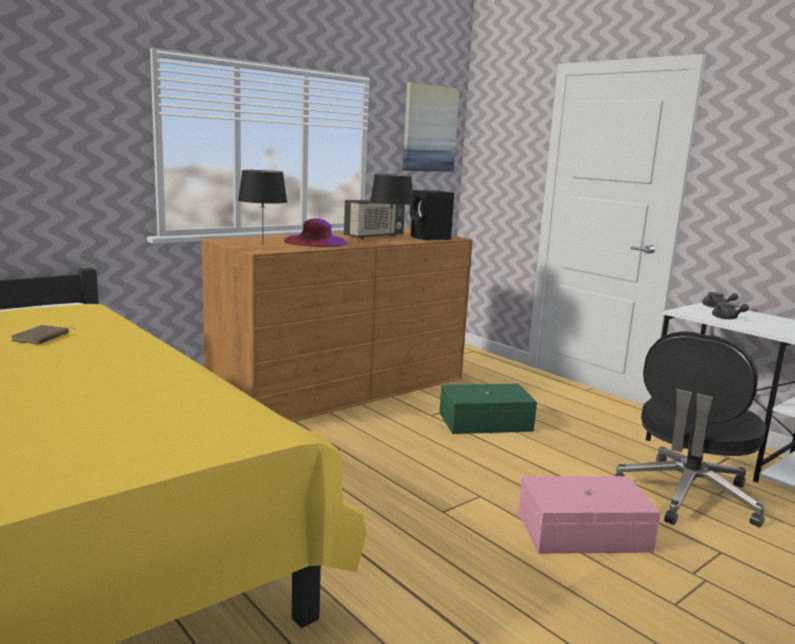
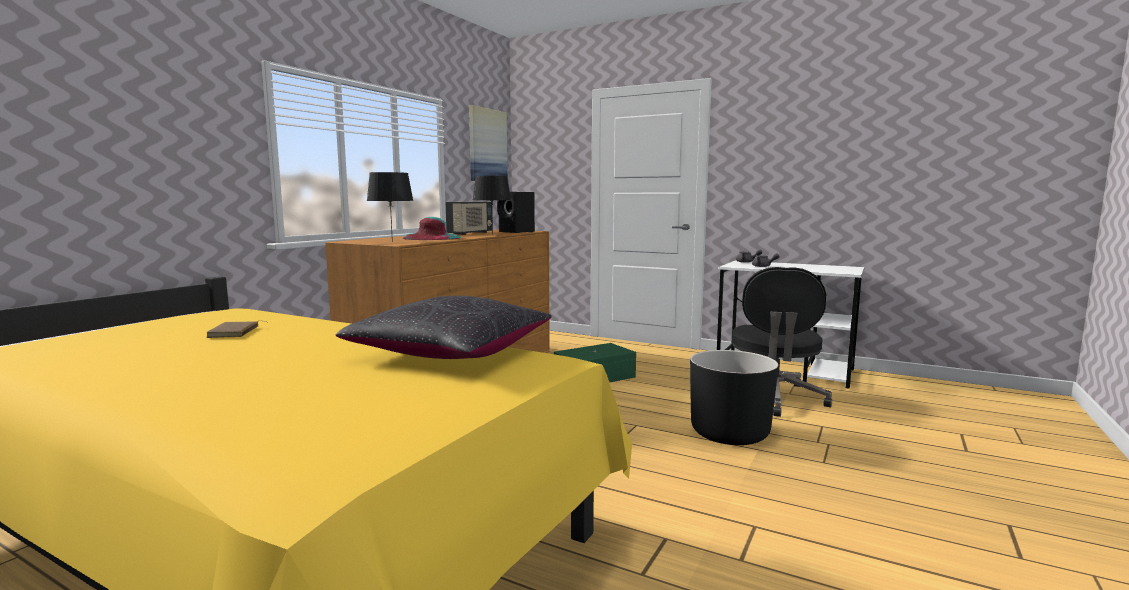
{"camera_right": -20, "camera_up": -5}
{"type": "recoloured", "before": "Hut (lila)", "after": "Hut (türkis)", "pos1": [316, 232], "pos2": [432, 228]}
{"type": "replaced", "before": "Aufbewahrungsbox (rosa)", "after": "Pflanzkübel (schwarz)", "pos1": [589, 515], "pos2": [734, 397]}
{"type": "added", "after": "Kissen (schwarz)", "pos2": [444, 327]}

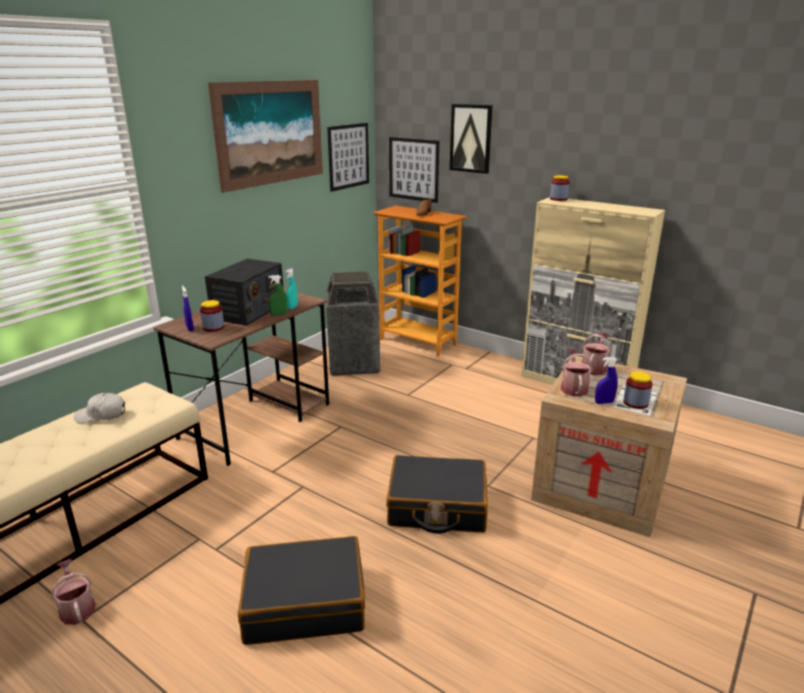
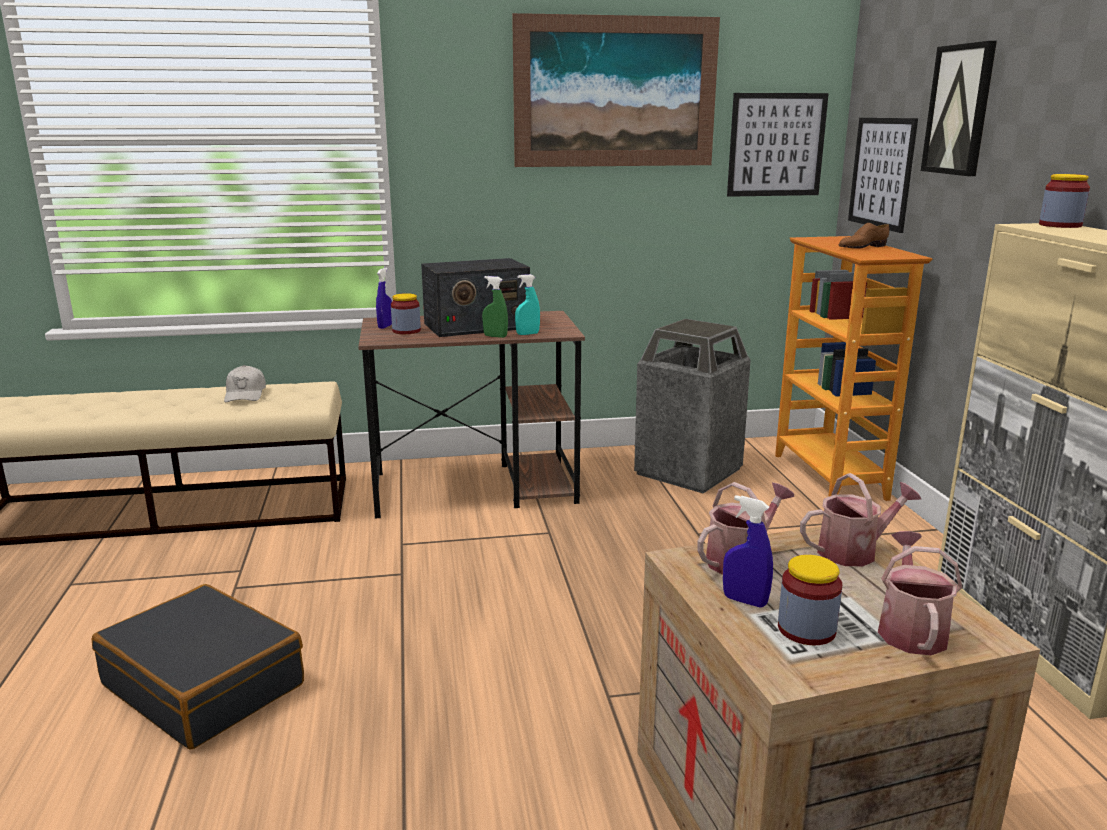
{"camera_right": 45, "camera_up": -5}
{"type": "turned", "before": "Kappe (weiß)", "pos1": [99, 408], "pos2": [245, 383], "turn": -135}
{"type": "removed", "before": "Koffer (schwarz)", "pos1": [437, 494]}
{"type": "moved", "before": "Gießkanne", "pos1": [73, 592], "pos2": [920, 593]}

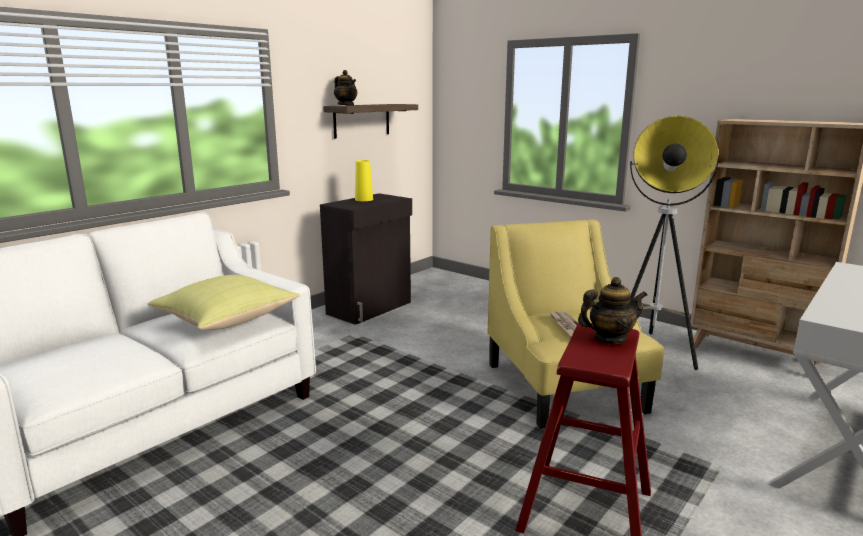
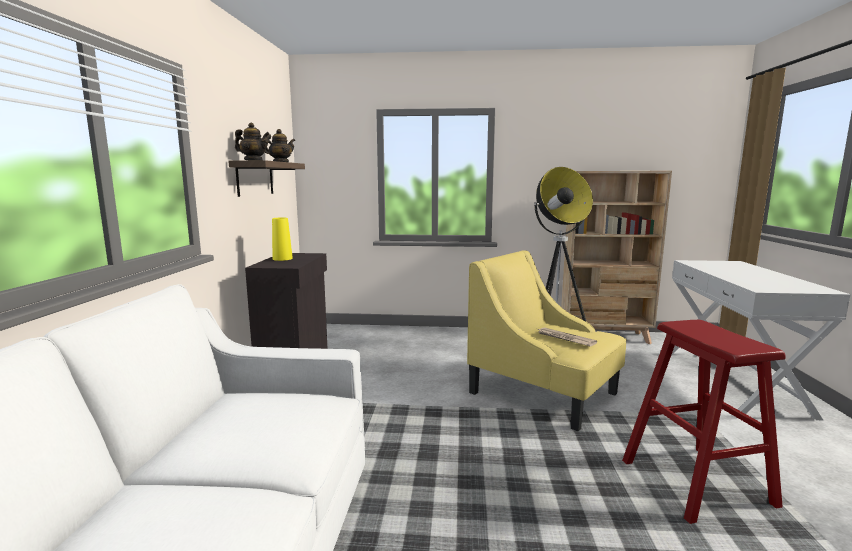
{"camera_right": -35, "camera_up": -5}
{"type": "removed", "before": "Kissen (gelb)", "pos1": [224, 302]}
{"type": "moved", "before": "Teekanne", "pos1": [612, 310], "pos2": [280, 145]}

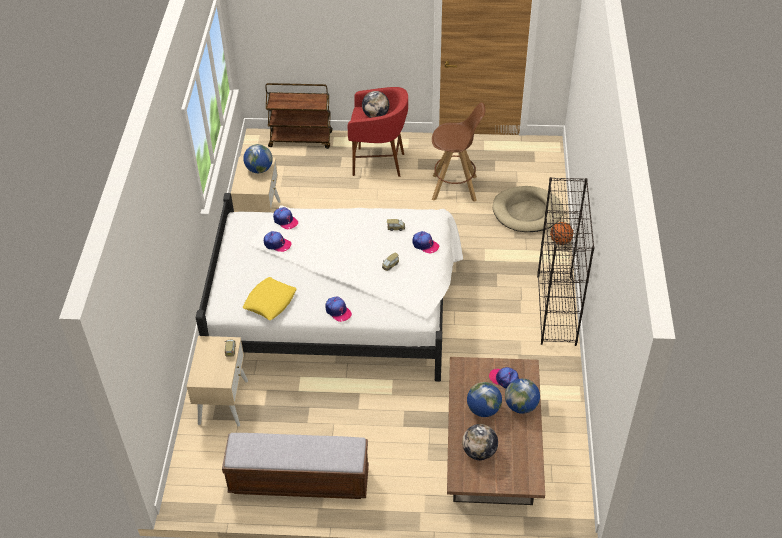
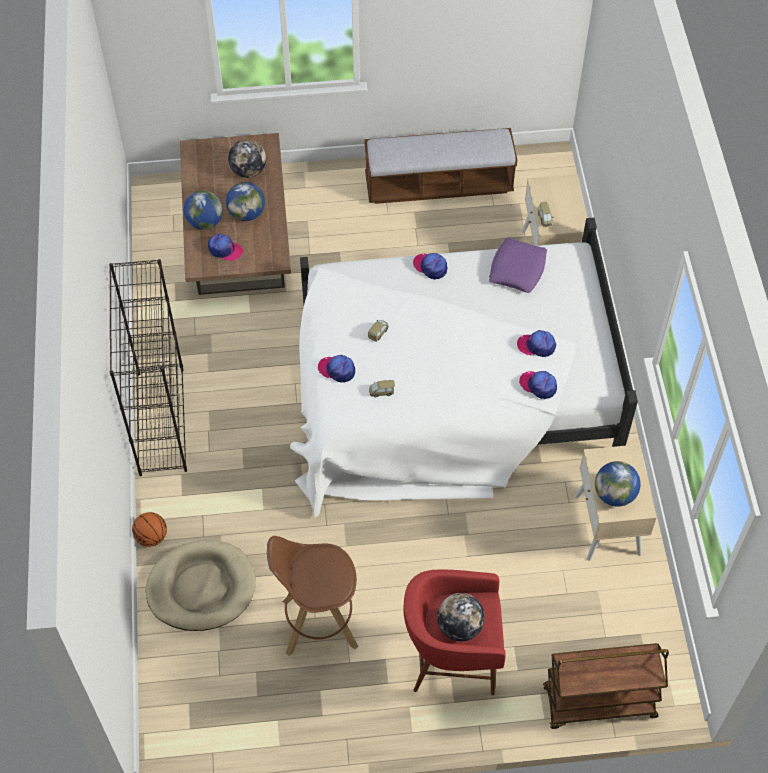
{"camera_right": 170, "camera_up": 10}
{"type": "recoloured", "before": "Kissen (gelb)", "after": "Kissen (lila)", "pos1": [269, 298], "pos2": [518, 265]}

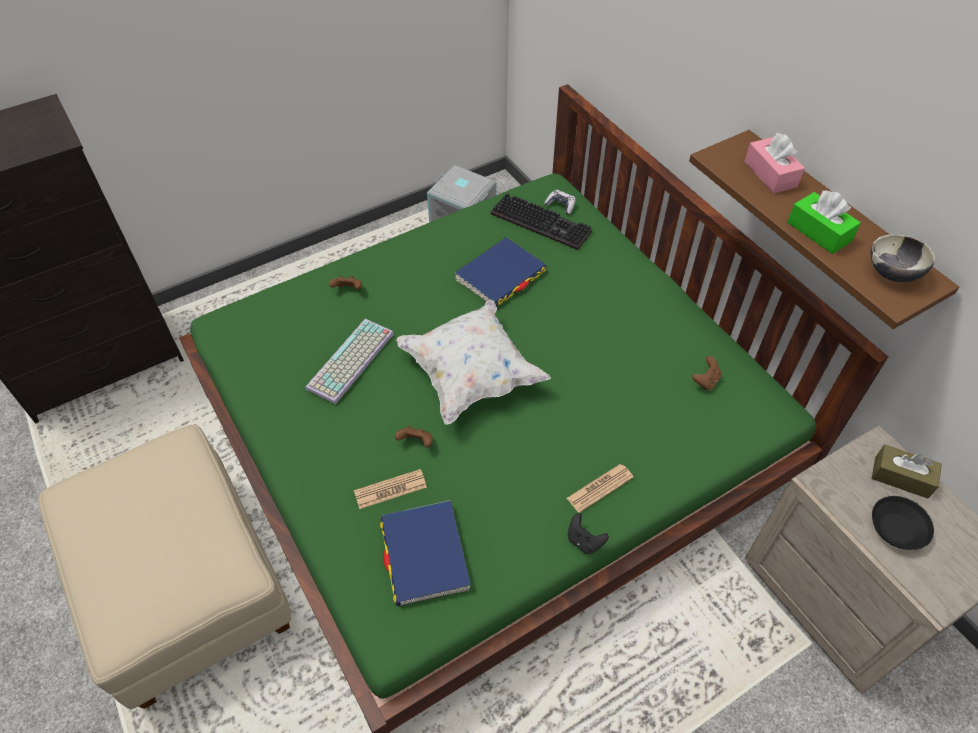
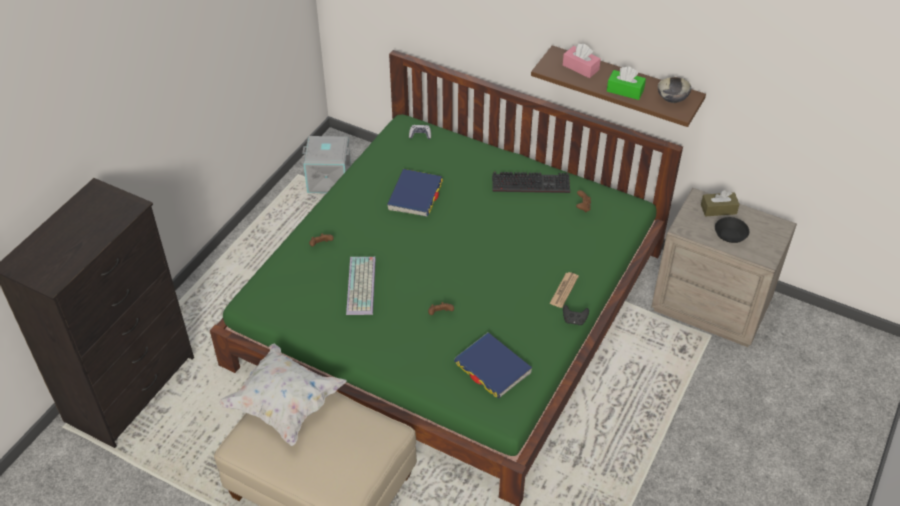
{"camera_right": -30, "camera_up": -5}
{"type": "moved", "before": "Tastatur", "pos1": [541, 221], "pos2": [531, 182]}
{"type": "moved", "before": "Kissen (weiß)", "pos1": [473, 362], "pos2": [283, 395]}
{"type": "removed", "before": "Zeitung", "pos1": [390, 489]}

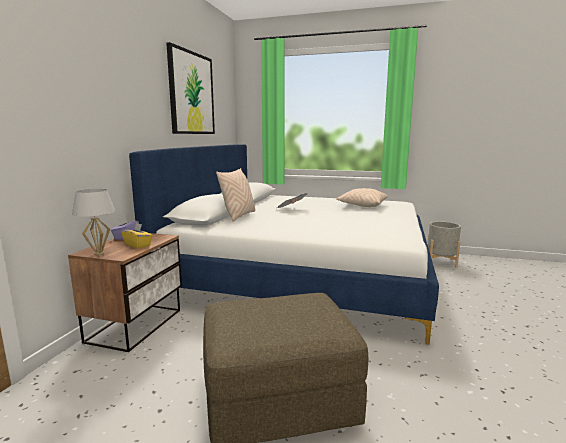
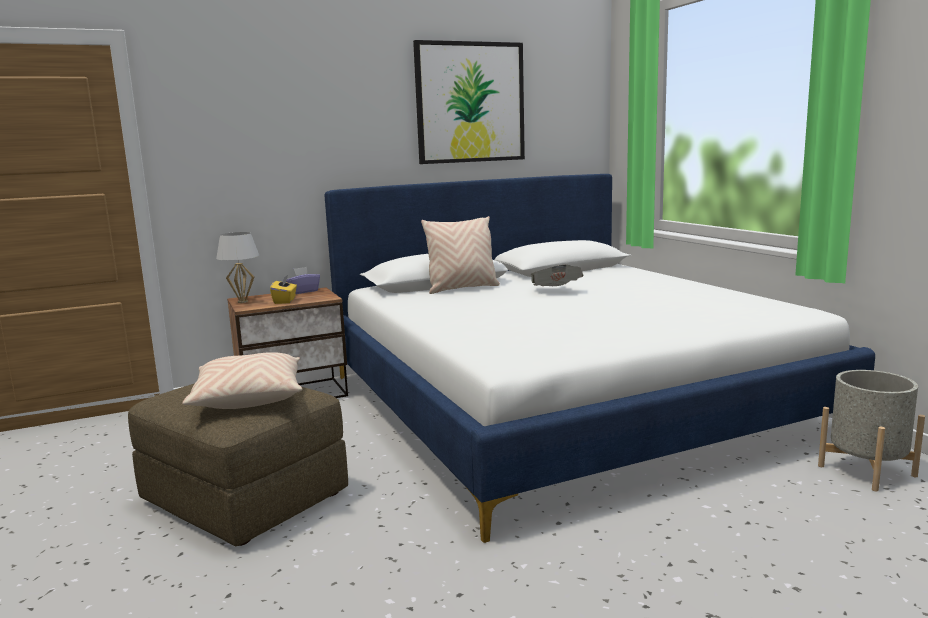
{"camera_right": 50, "camera_up": 0}
{"type": "moved", "before": "Kissen (beige)", "pos1": [362, 197], "pos2": [242, 380]}

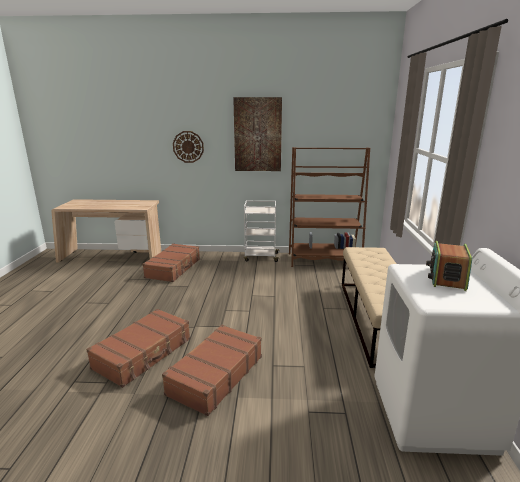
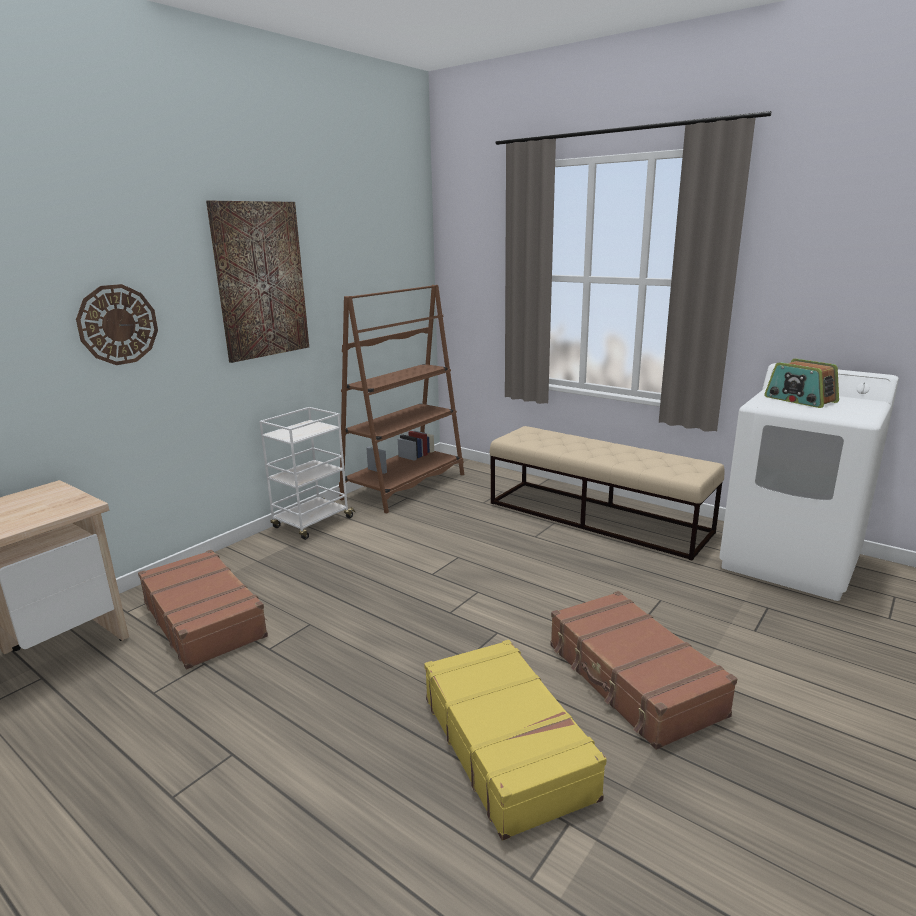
{"camera_right": -55, "camera_up": 0}
{"type": "recoloured", "before": "Koffer (braun)", "after": "Koffer (gelb)", "pos1": [138, 348], "pos2": [515, 740]}

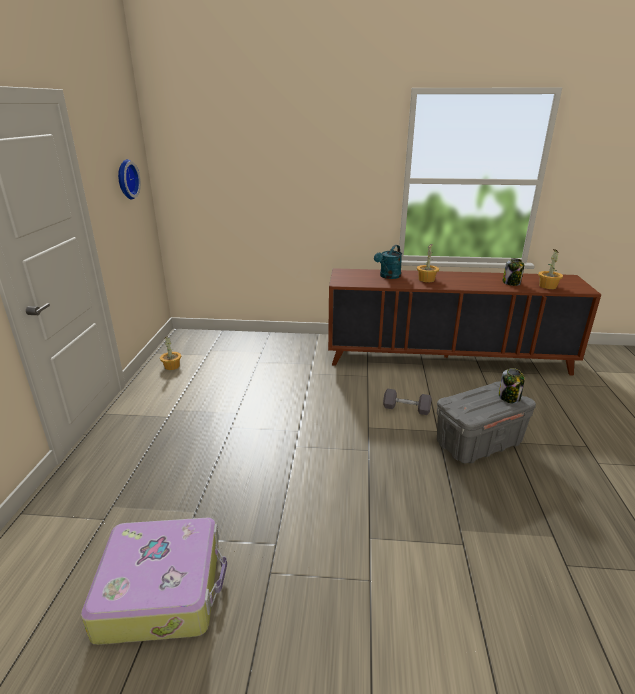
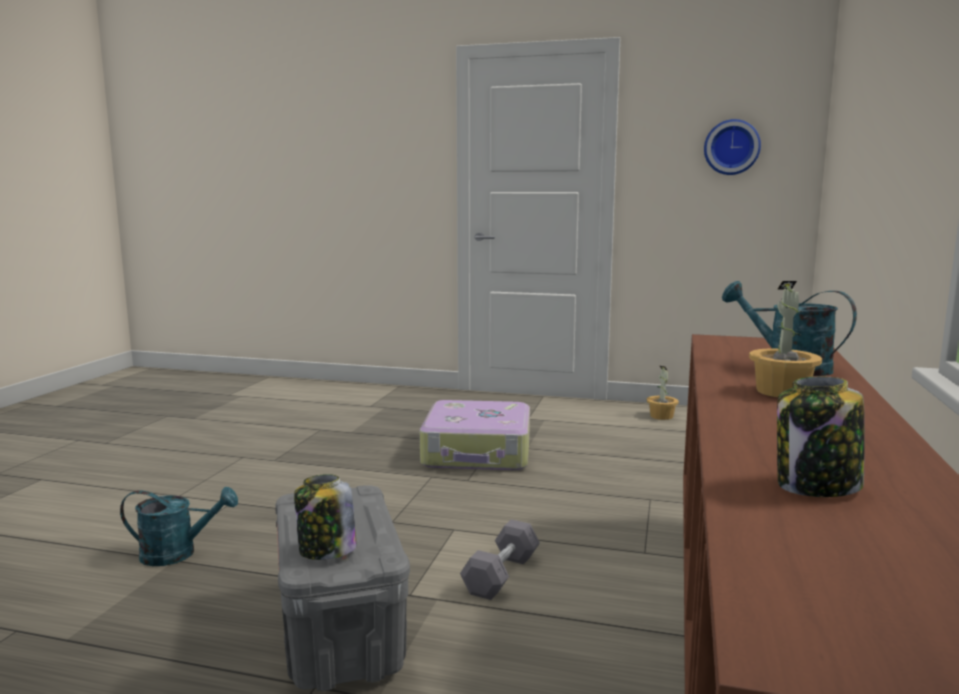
{"camera_right": 100, "camera_up": -15}
{"type": "removed", "before": "Topfpflanze", "pos1": [550, 269]}
{"type": "moved", "before": "Koffer", "pos1": [154, 581], "pos2": [475, 435]}
{"type": "added", "after": "Gießkanne (türkis)", "pos2": [179, 526]}

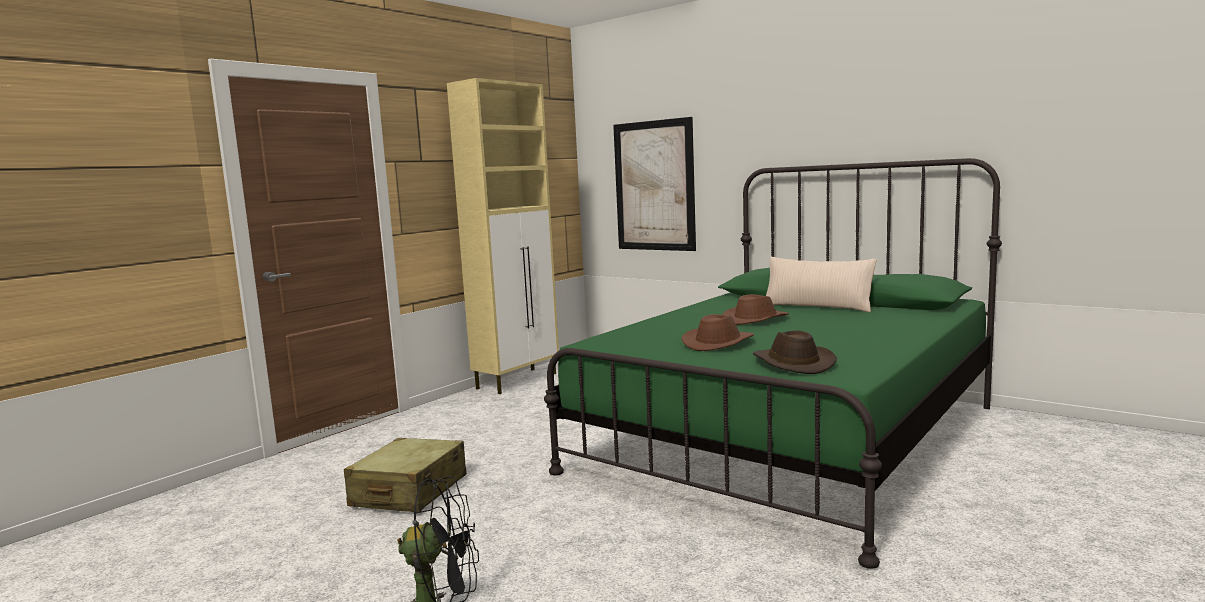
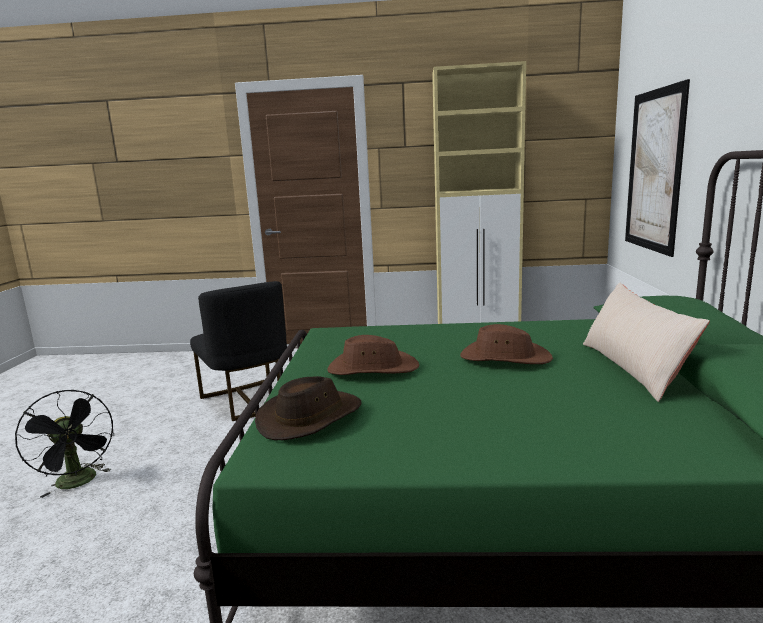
{"camera_right": 55, "camera_up": 5}
{"type": "replaced", "before": "Koffer (beige)", "after": "Stuhl (schwarz)", "pos1": [405, 475], "pos2": [238, 351]}

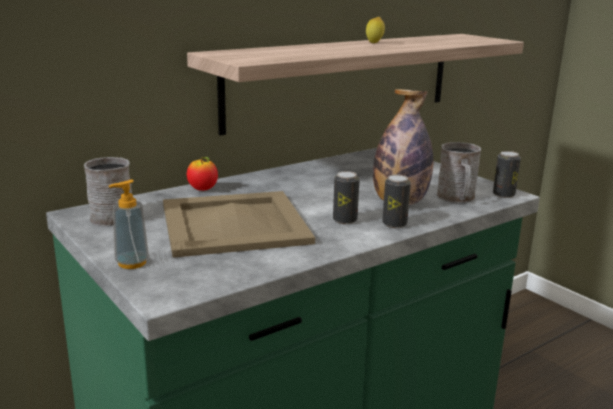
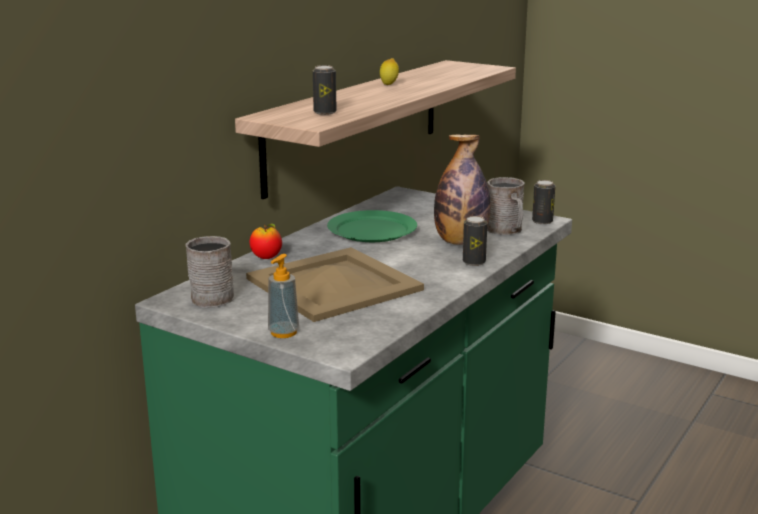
{"camera_right": -20, "camera_up": 0}
{"type": "moved", "before": "Dose", "pos1": [346, 197], "pos2": [325, 90]}
{"type": "added", "after": "Teller (grün)", "pos2": [372, 226]}

